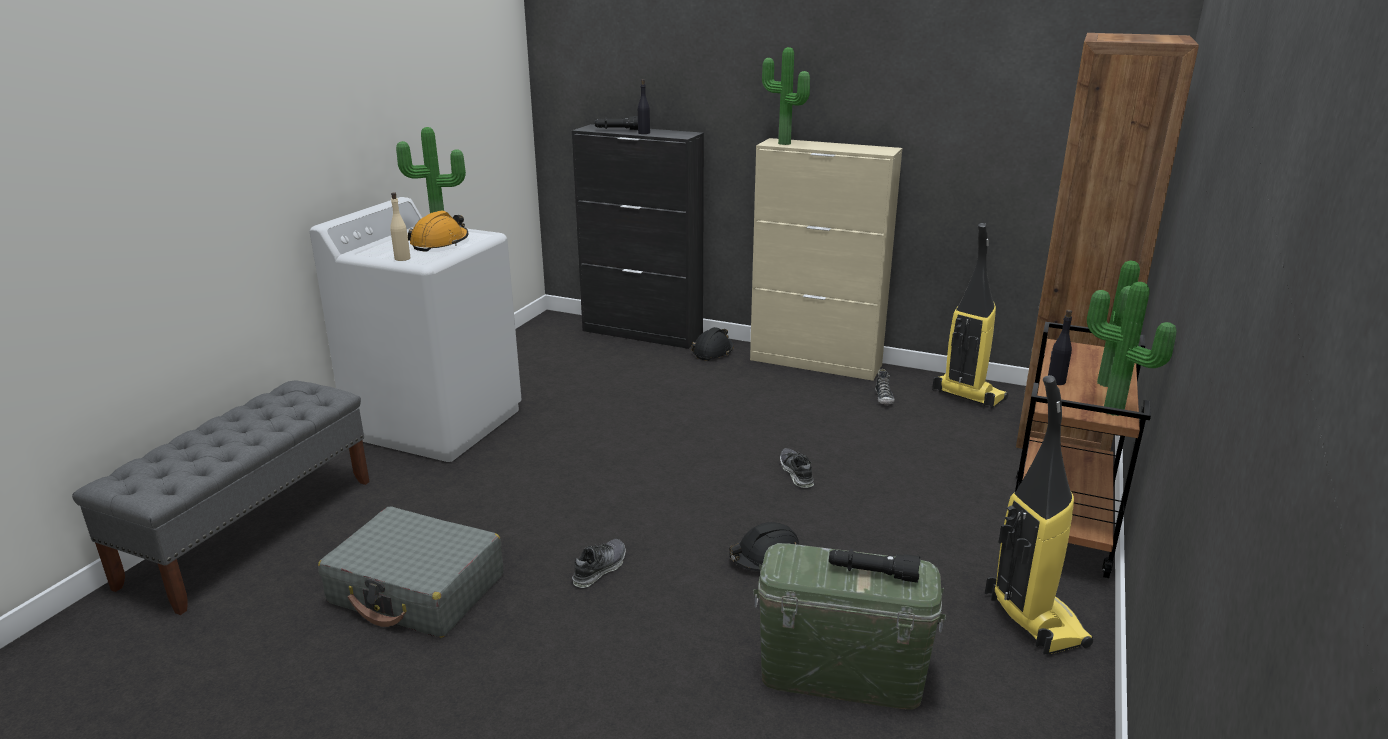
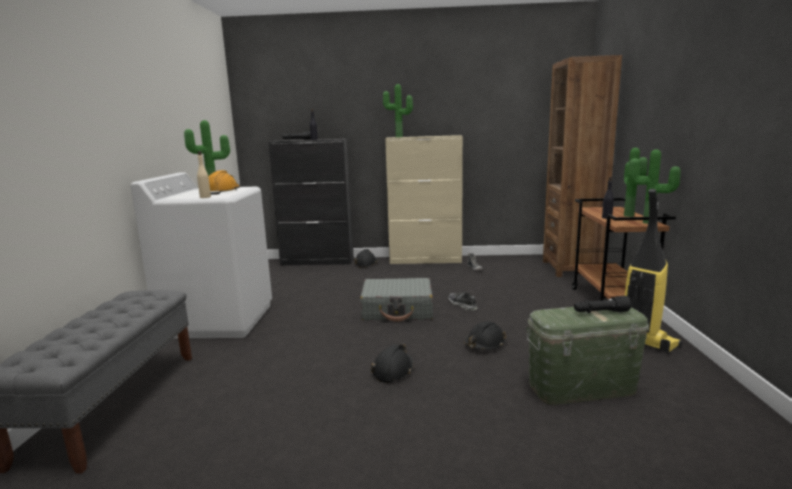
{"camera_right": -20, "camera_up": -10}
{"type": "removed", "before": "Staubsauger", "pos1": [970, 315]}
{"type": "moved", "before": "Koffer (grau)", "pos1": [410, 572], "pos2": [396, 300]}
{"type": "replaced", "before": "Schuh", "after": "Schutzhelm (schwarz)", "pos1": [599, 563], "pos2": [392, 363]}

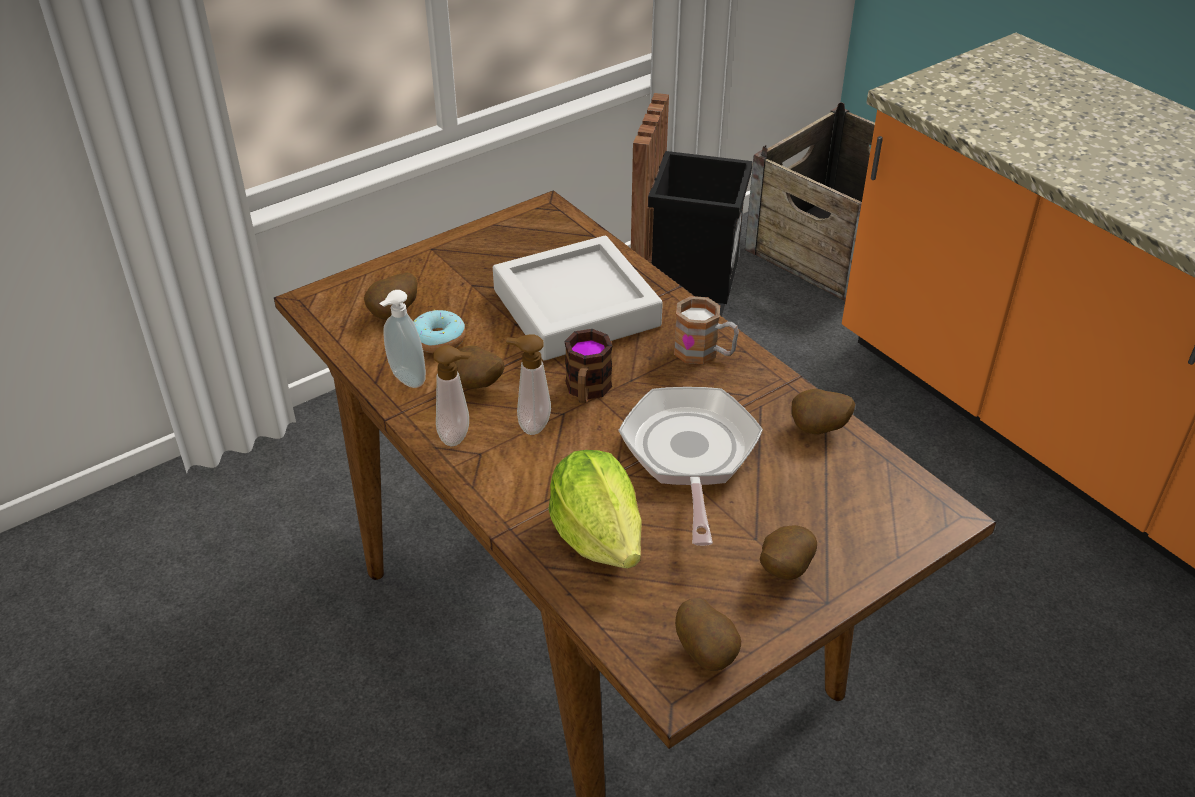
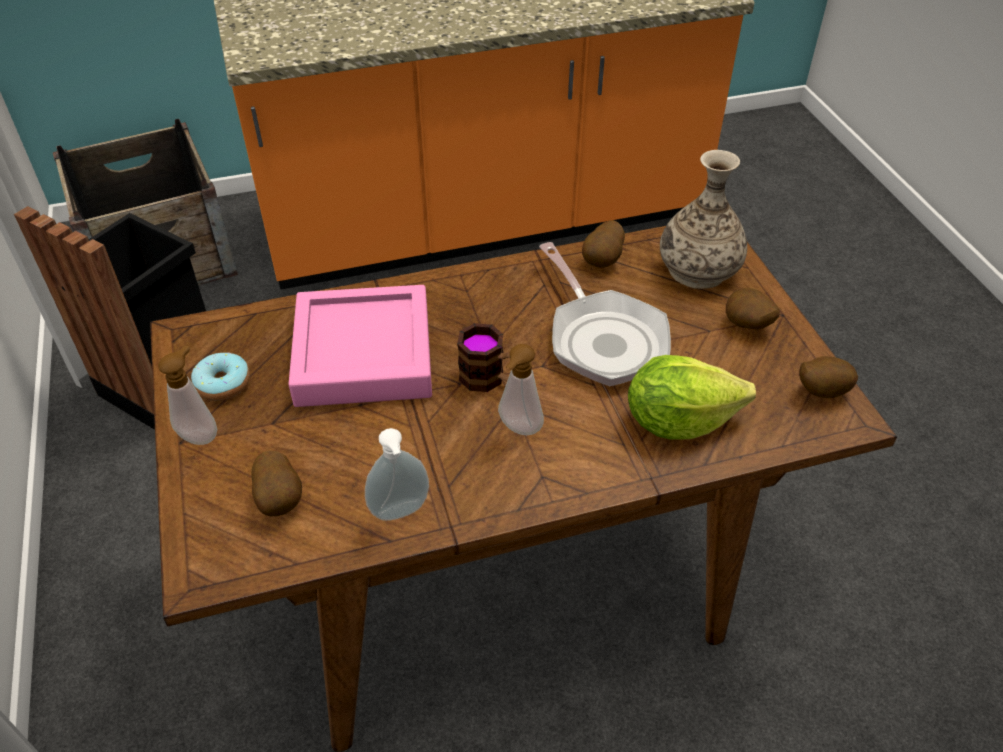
{"camera_right": -70, "camera_up": 5}
{"type": "recoloured", "before": "Tablett (grau)", "after": "Tablett (rosa)", "pos1": [578, 298], "pos2": [360, 346]}
{"type": "removed", "before": "Henkelbecher", "pos1": [706, 330]}
{"type": "moved", "before": "Donut", "pos1": [439, 331], "pos2": [220, 376]}
{"type": "moved", "before": "Seifenspender", "pos1": [452, 396], "pos2": [187, 395]}
{"type": "removed", "before": "Kartoffel", "pos1": [479, 367]}
{"type": "turned", "before": "Pfanne", "pos1": [690, 466], "pos2": [605, 314], "turn": -135}
{"type": "added", "after": "Vase", "pos2": [703, 219]}

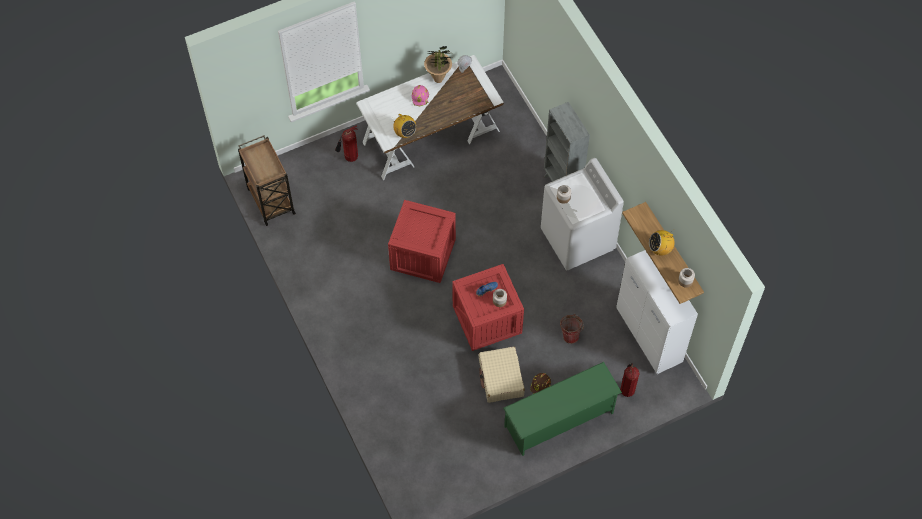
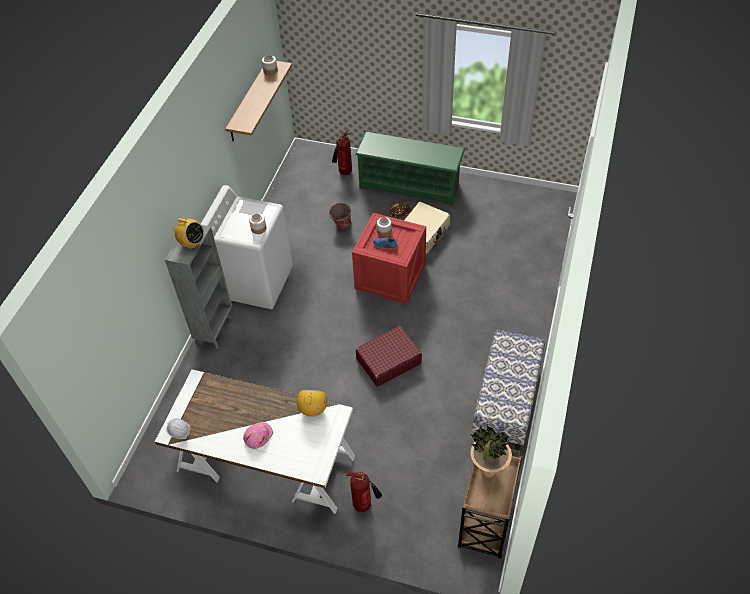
{"camera_right": -135, "camera_up": -10}
{"type": "moved", "before": "Topfpflanze", "pos1": [438, 64], "pos2": [491, 451]}
{"type": "replaced", "before": "Kiste", "after": "Koffer (rot)", "pos1": [422, 241], "pos2": [389, 356]}
{"type": "moved", "before": "Radio", "pos1": [662, 243], "pos2": [187, 233]}
{"type": "removed", "before": "Schrank (weiß)", "pos1": [657, 312]}
{"type": "added", "after": "Bank", "pos2": [508, 390]}

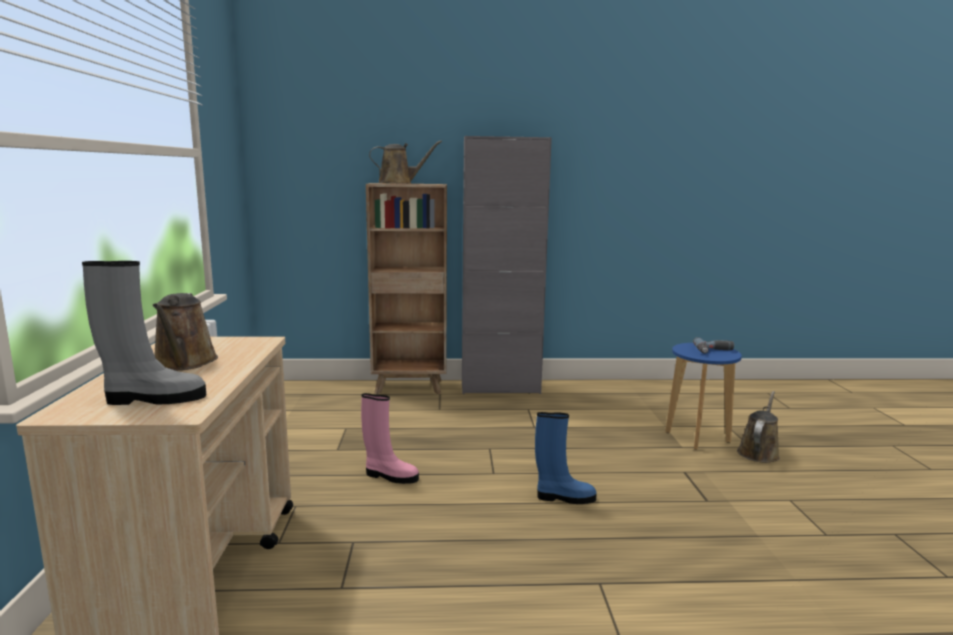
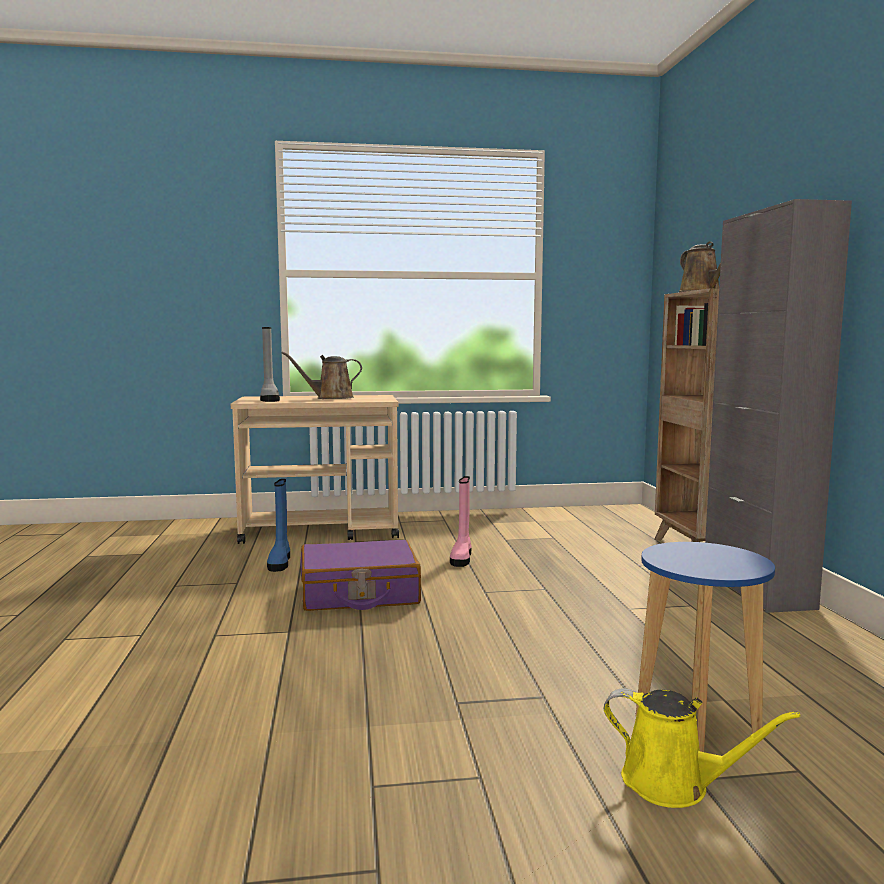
{"camera_right": 85, "camera_up": -5}
{"type": "removed", "before": "Bohrmaschine", "pos1": [713, 345]}
{"type": "recoloured", "before": "Gießkanne (braun)", "after": "Gießkanne (gelb)", "pos1": [758, 427], "pos2": [702, 748]}
{"type": "moved", "before": "Stiefel (blau)", "pos1": [566, 458], "pos2": [278, 525]}
{"type": "added", "after": "Koffer (lila)", "pos2": [361, 575]}

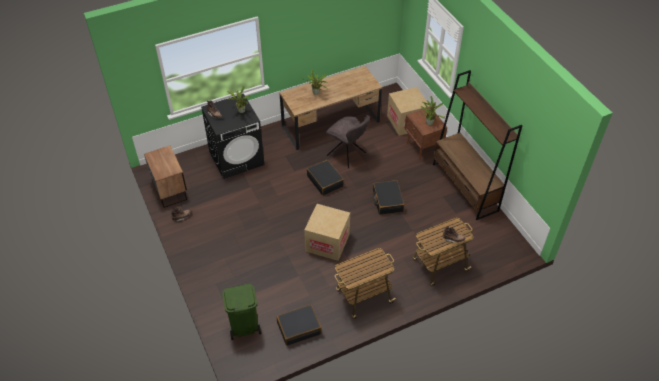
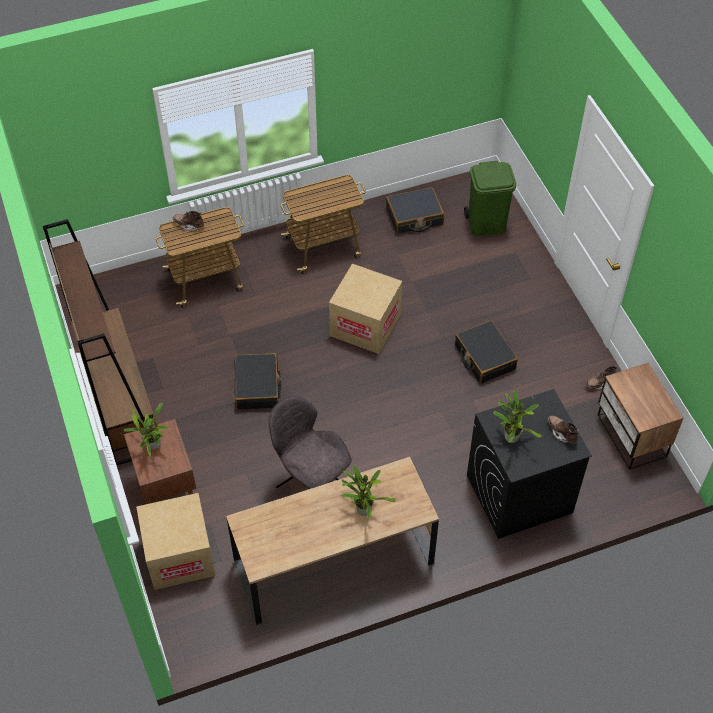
{"camera_right": -175, "camera_up": 5}
{"type": "moved", "before": "Koffer (schwarz)", "pos1": [325, 177], "pos2": [486, 352]}

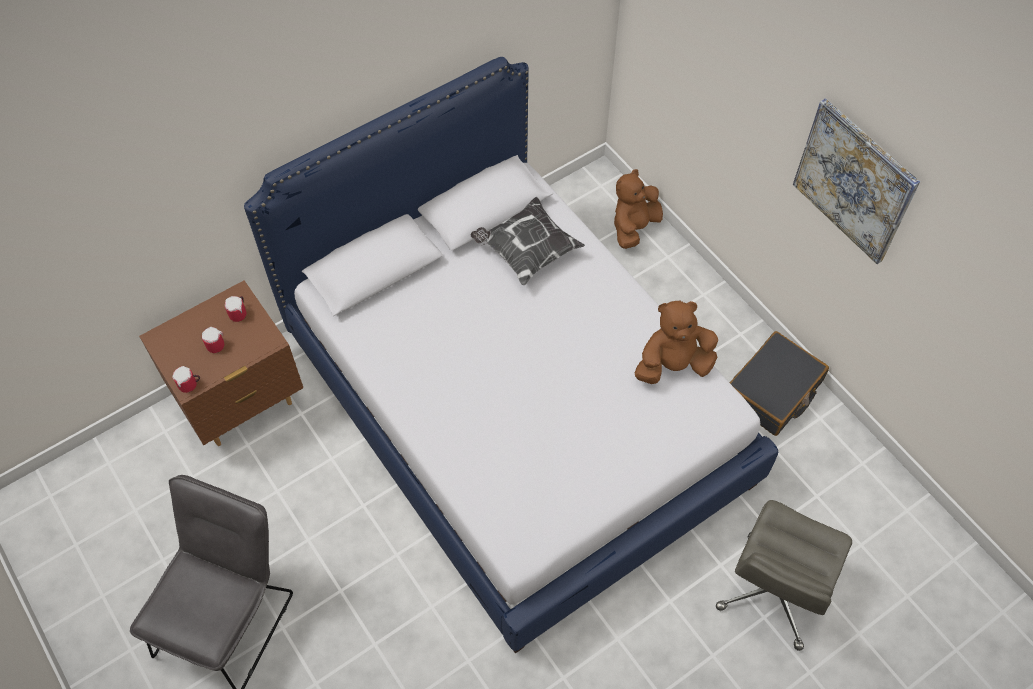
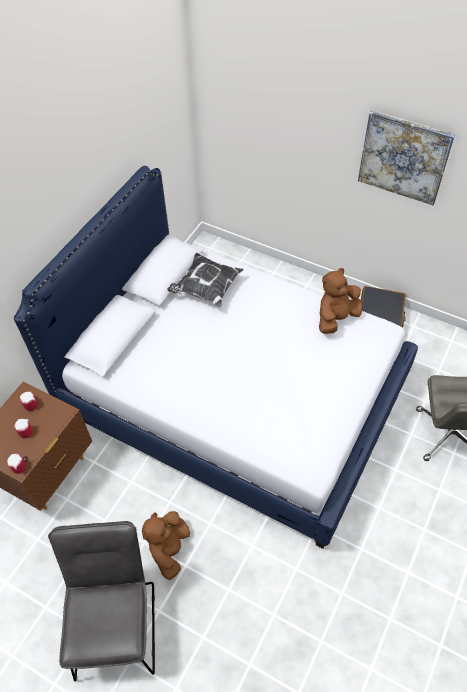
{"camera_right": -25, "camera_up": -5}
{"type": "moved", "before": "Plüschtier (braun)", "pos1": [638, 209], "pos2": [166, 545]}

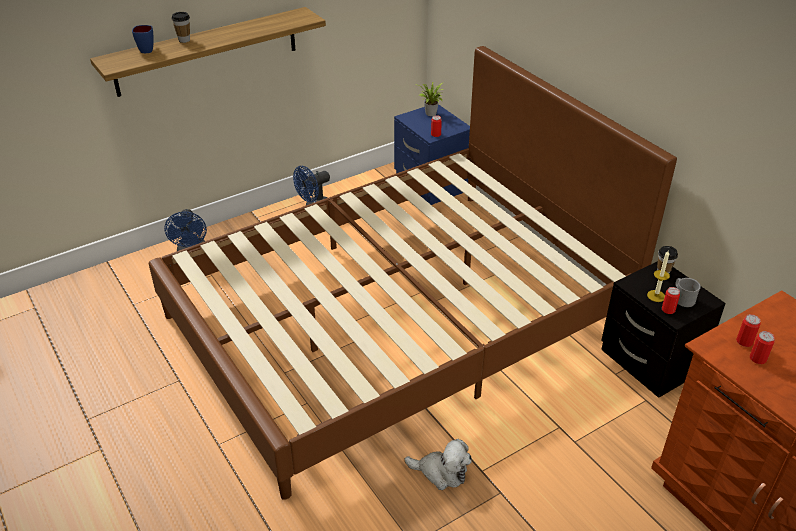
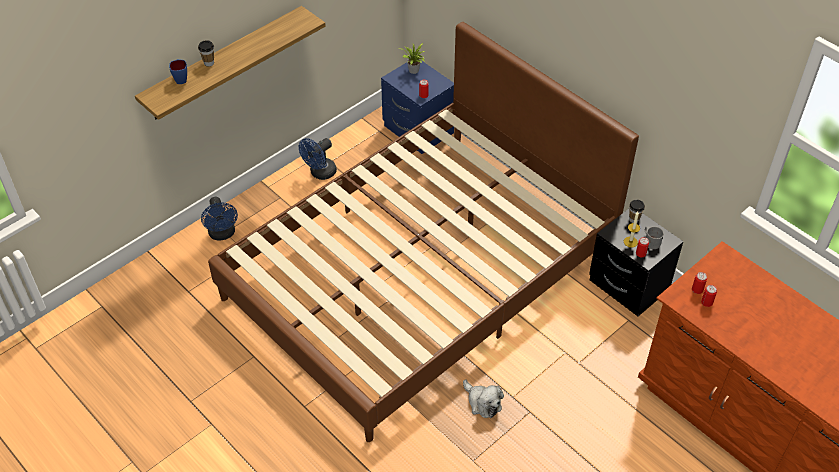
{"camera_right": -10, "camera_up": 10}
{"type": "turned", "before": "Plüschtier", "pos1": [438, 464], "pos2": [483, 398], "turn": 45}

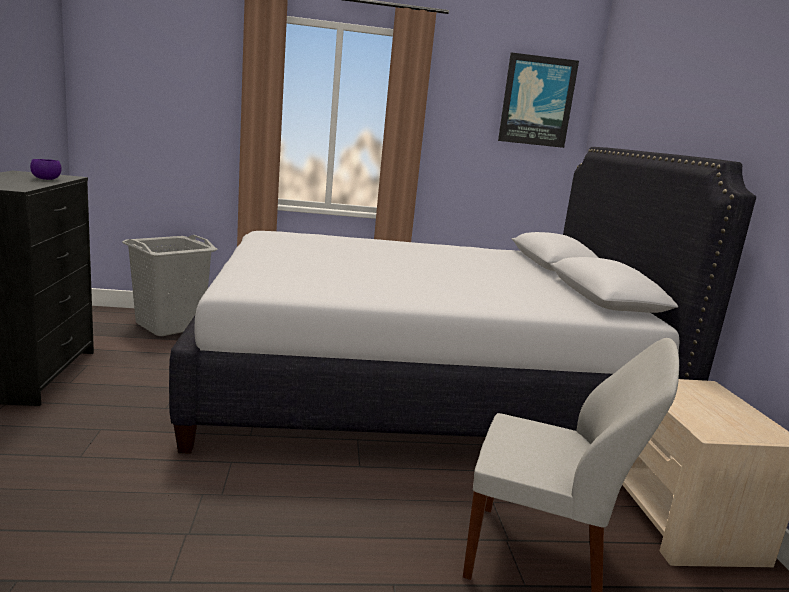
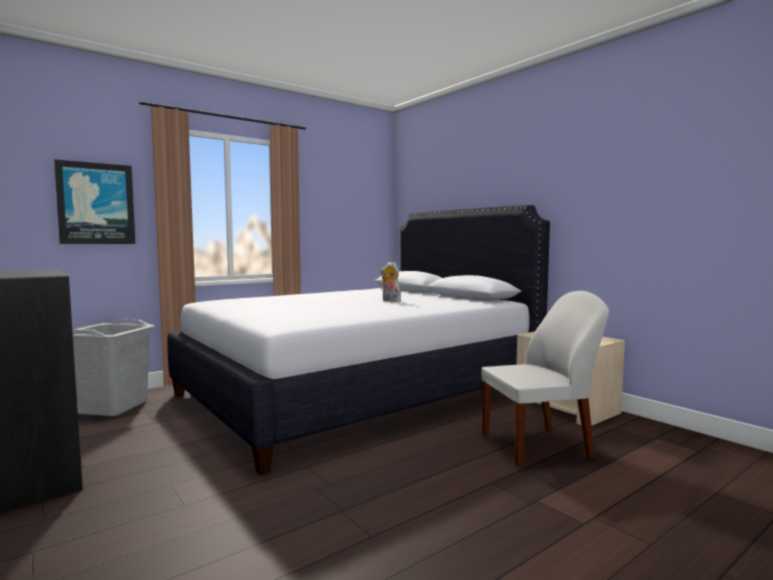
{"camera_right": -30, "camera_up": -10}
{"type": "moved", "before": "Bild", "pos1": [538, 100], "pos2": [95, 201]}
{"type": "removed", "before": "Schüssel (lila)", "pos1": [46, 169]}
{"type": "added", "after": "Plüschtier", "pos2": [390, 282]}

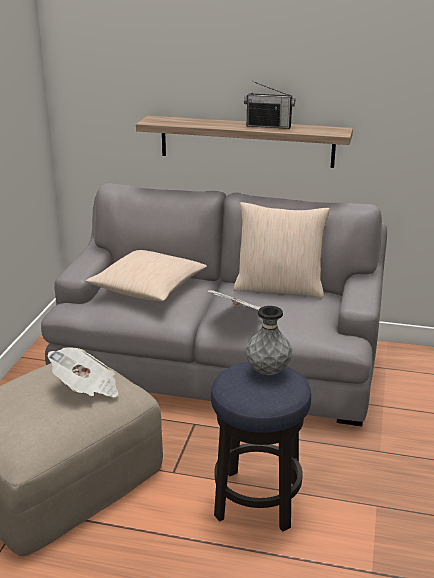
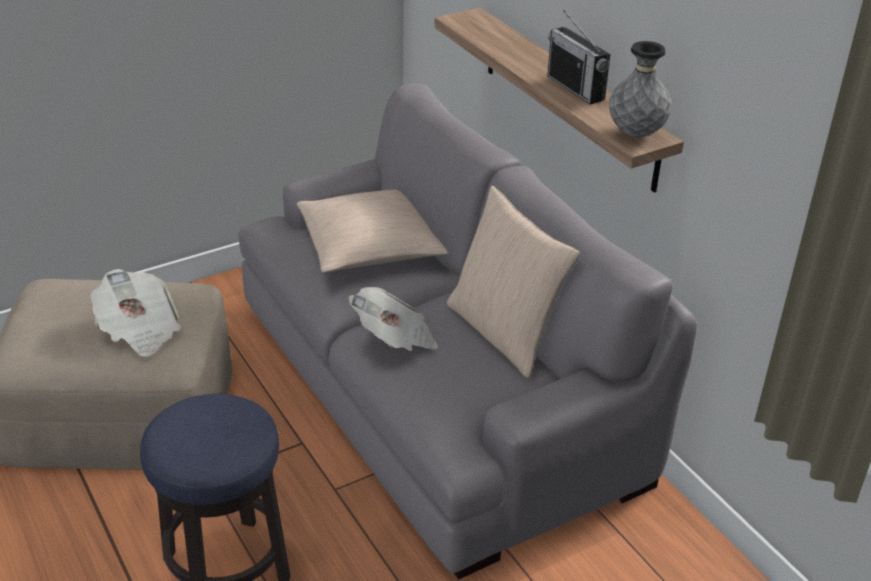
{"camera_right": 45, "camera_up": 10}
{"type": "moved", "before": "Vase (grau)", "pos1": [269, 340], "pos2": [640, 89]}

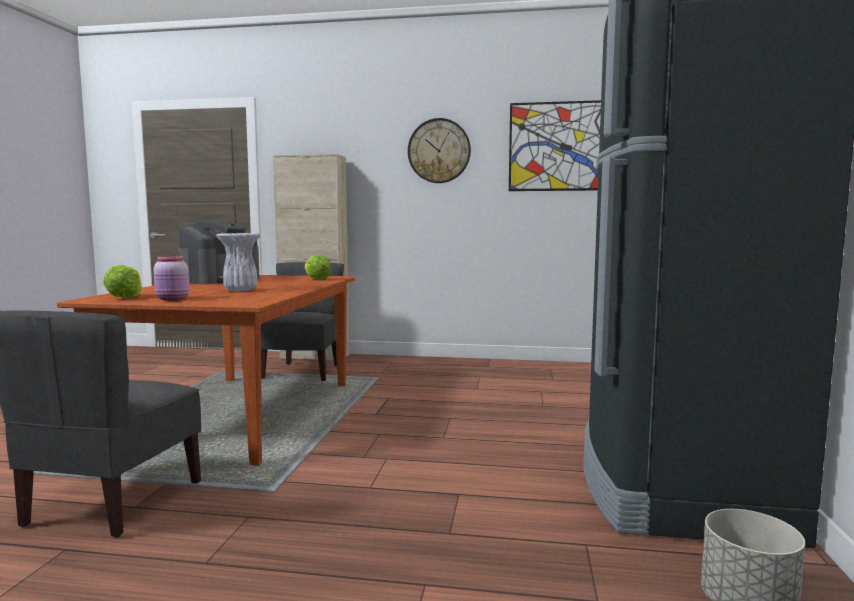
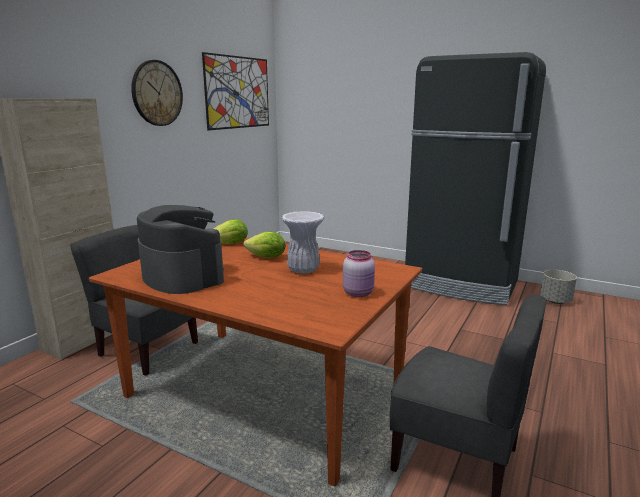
{"camera_right": -70, "camera_up": 10}
{"type": "moved", "before": "Salatkopf", "pos1": [122, 281], "pos2": [264, 245]}

